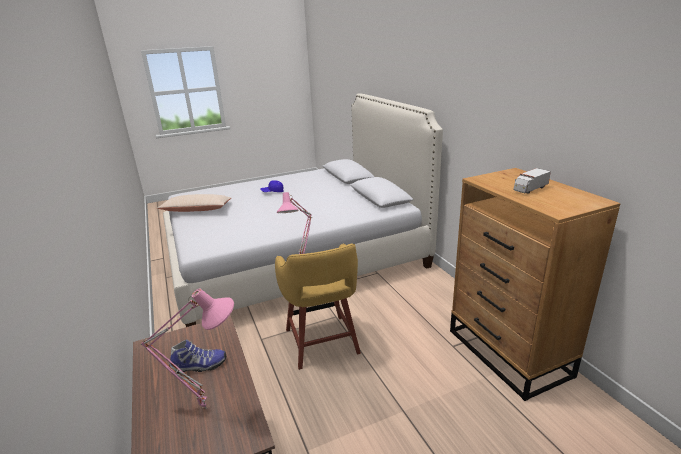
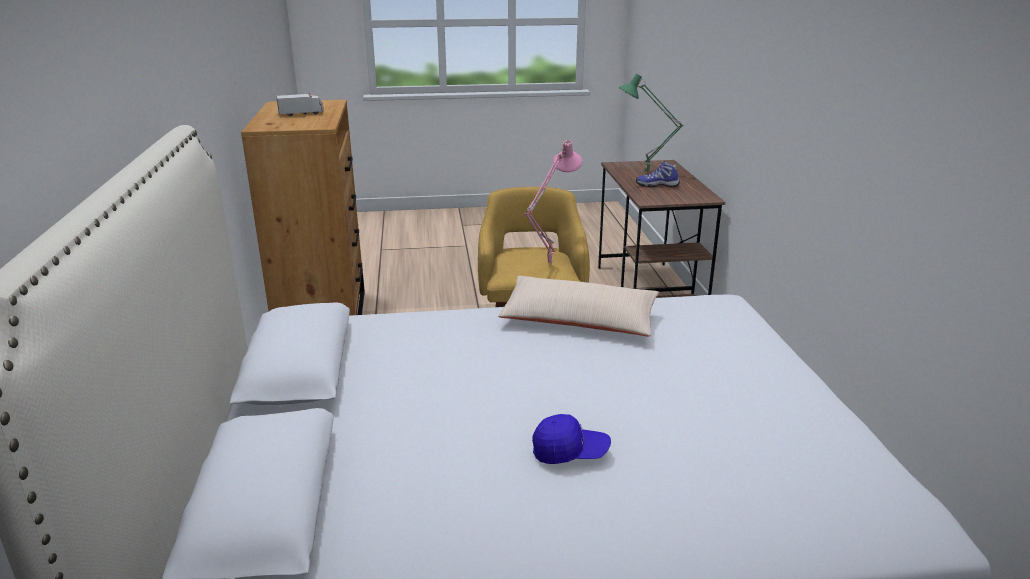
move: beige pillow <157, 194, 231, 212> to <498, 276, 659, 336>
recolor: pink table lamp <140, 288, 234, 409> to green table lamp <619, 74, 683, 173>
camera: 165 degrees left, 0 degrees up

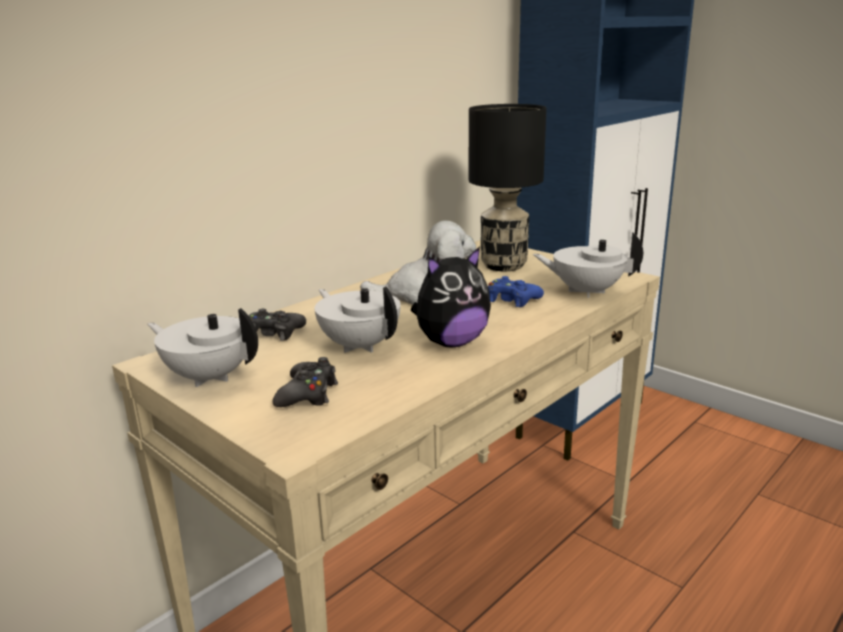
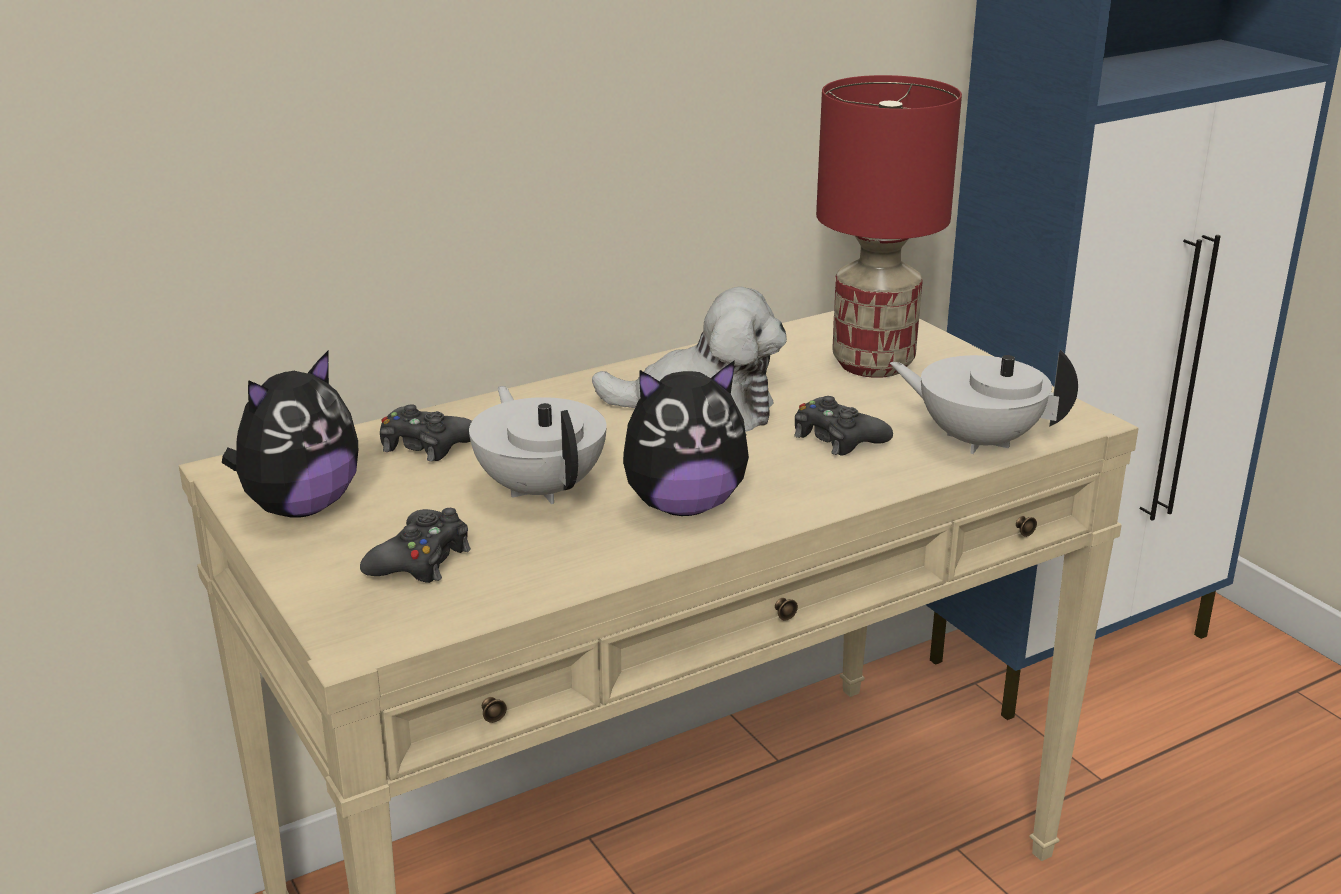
replace: white teapot <147, 308, 258, 387> to plush toy <222, 350, 358, 518>
recolor: black table lamp <469, 104, 547, 271> to red table lamp <816, 75, 962, 378>; blue game controller <488, 276, 544, 307> to black game controller <794, 396, 893, 456>
camera: 15 degrees right, 5 degrees up

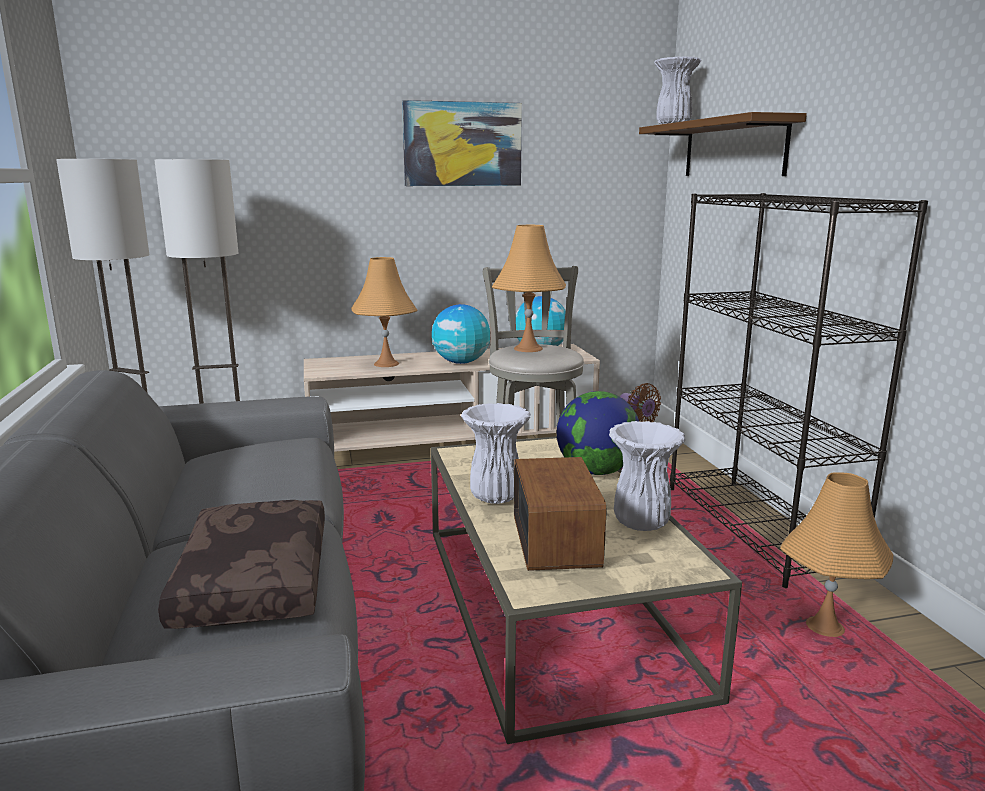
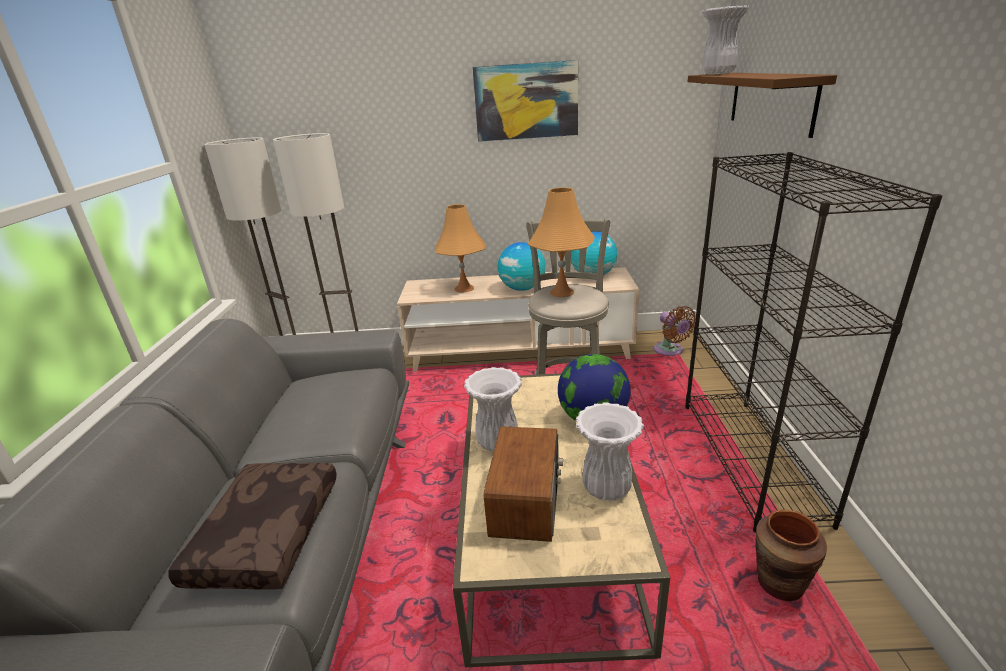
replace: orange table lamp <780, 472, 893, 637> to brown vase <755, 509, 827, 601>
camera: 15 degrees right, 10 degrees up

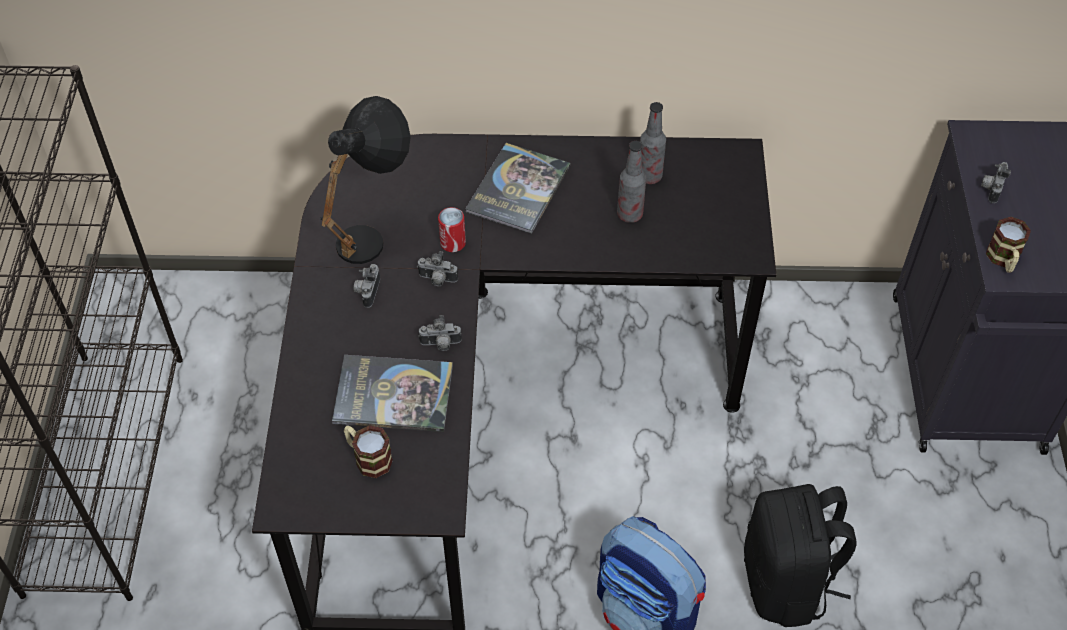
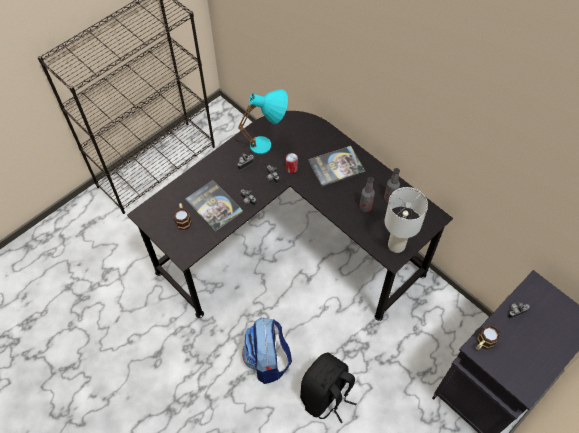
insert: white table lamp <385, 187, 428, 253>
recolor: black table lamp <320, 96, 411, 264> to turquoise table lamp <238, 89, 288, 154>
camera: 45 degrees right, 5 degrees up

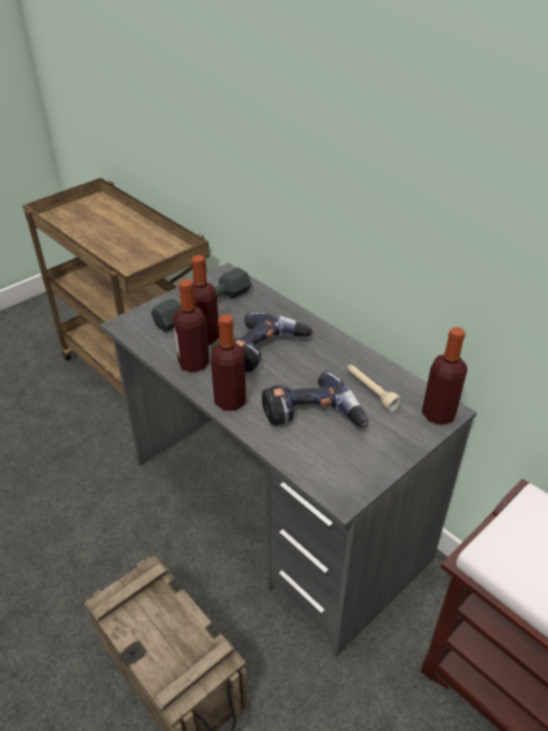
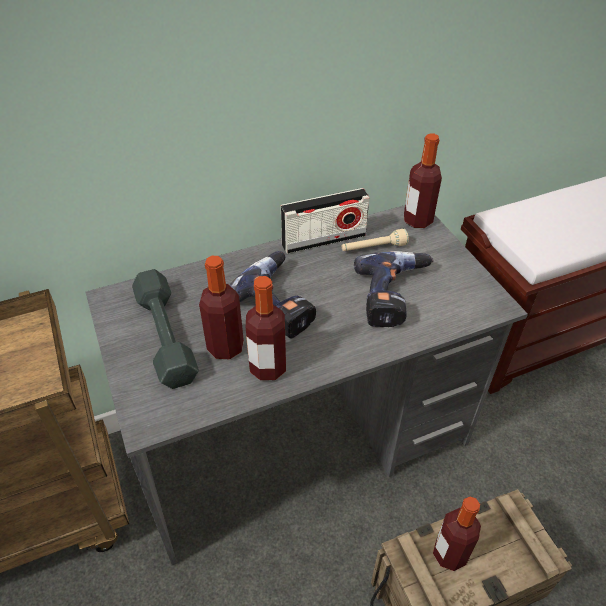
insert: radio <281, 188, 370, 254>
move: bottle <211, 315, 246, 411> to <433, 497, 481, 571>
camera: 70 degrees left, 5 degrees up

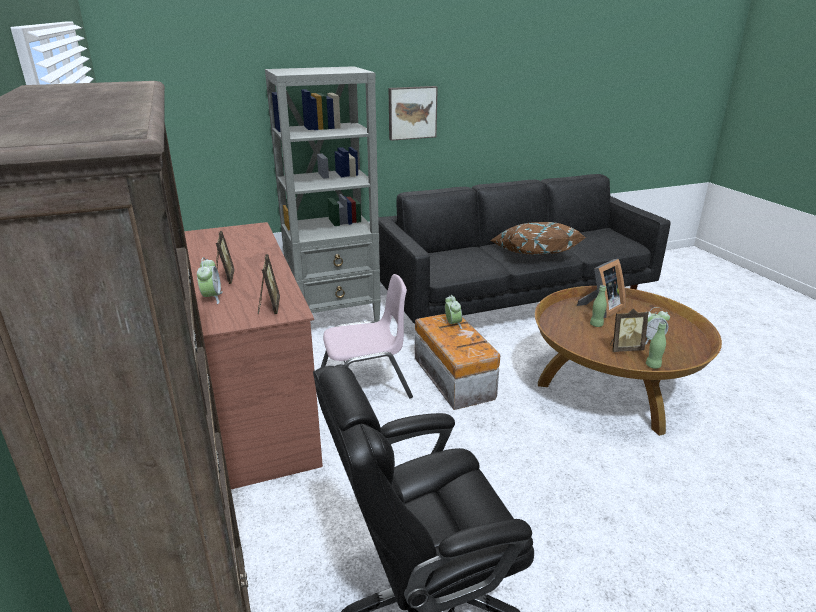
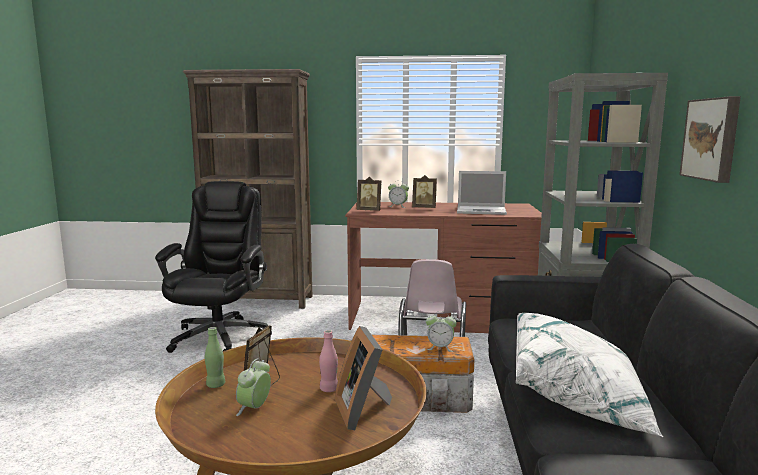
insert: laptop <457, 171, 507, 215>
recolor: brown pillow <490, 222, 586, 255> to white pillow <516, 313, 663, 437>; green bottle <590, 285, 607, 327> to pink bottle <319, 330, 338, 392>
camera: 115 degrees right, 15 degrees down

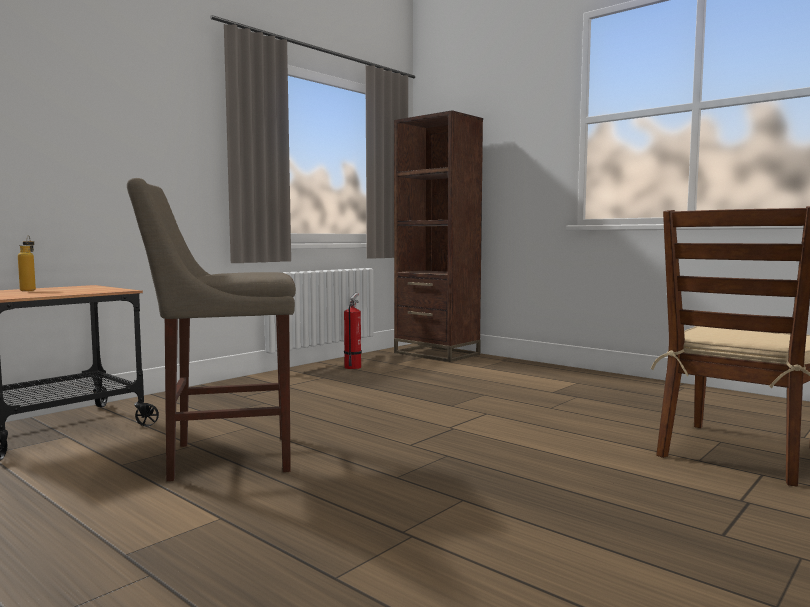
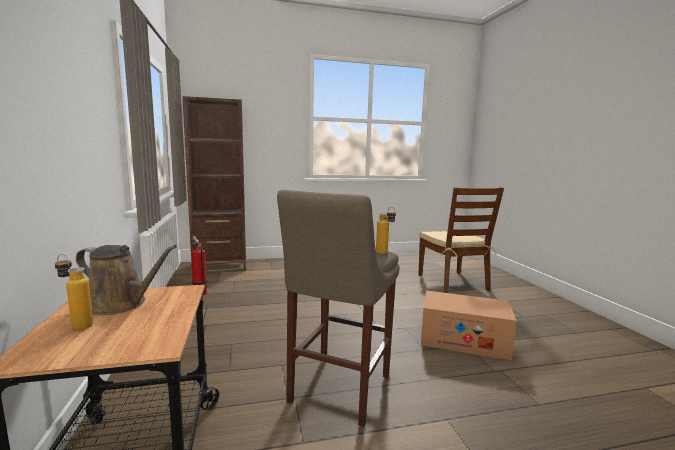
insert: brown watering can <76, 245, 177, 315>; bottle <376, 207, 396, 254>; cardboard box <421, 291, 517, 360>
camera: 55 degrees left, 5 degrees up

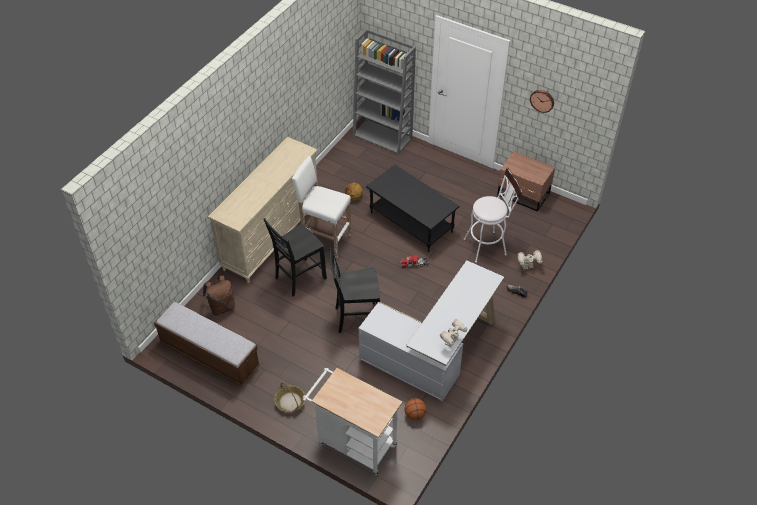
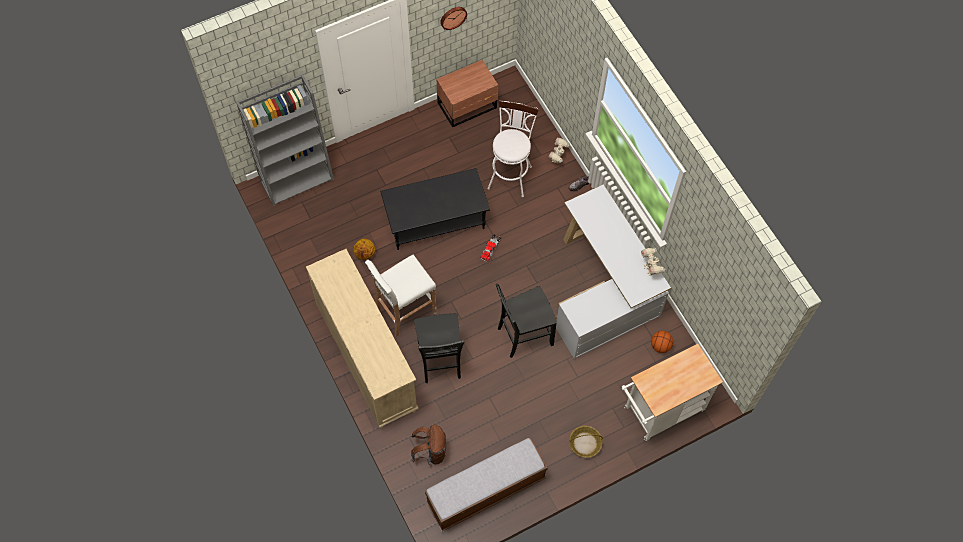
rotate: black chair <329, 247, 380, 333> = <496, 284, 557, 358> 45 degrees clockwise
camera: 60 degrees left, 15 degrees up

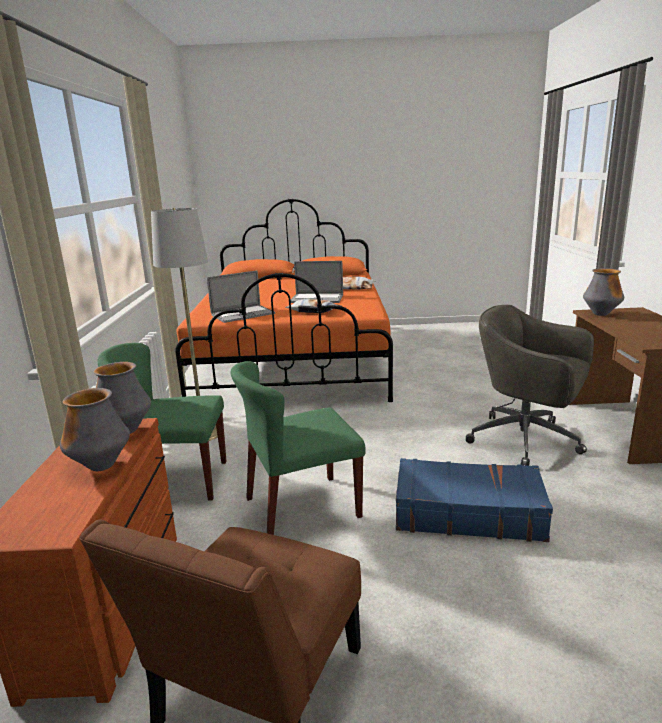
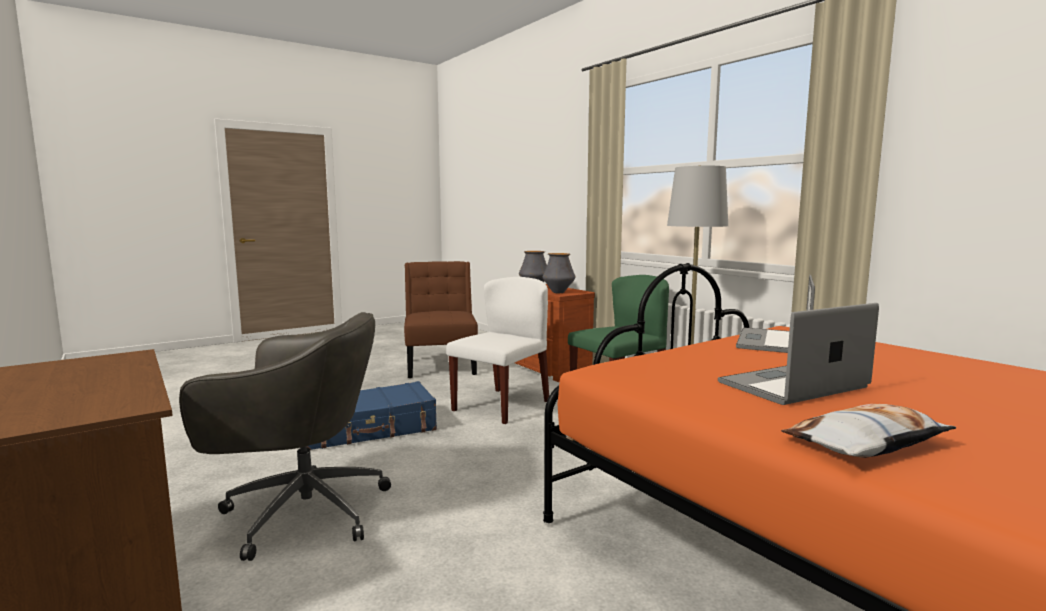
delete: pillow <285, 299, 341, 313>; vase <583, 268, 624, 316>
recolor: green chair <231, 361, 366, 535> to white chair <446, 277, 549, 424>
camera: 145 degrees right, 10 degrees down

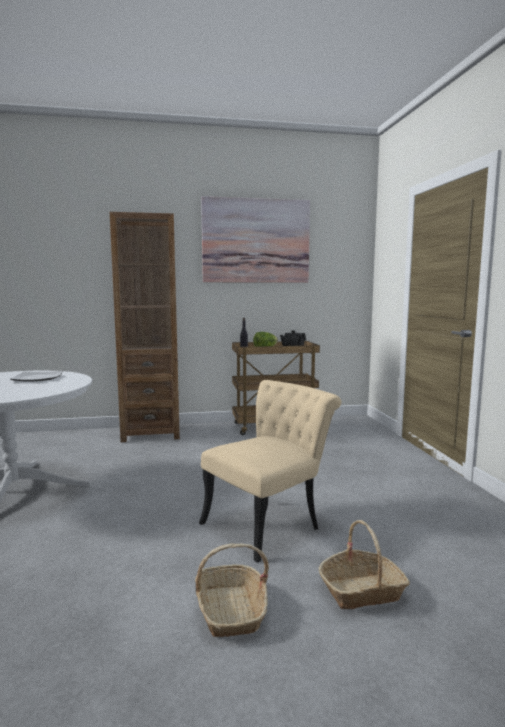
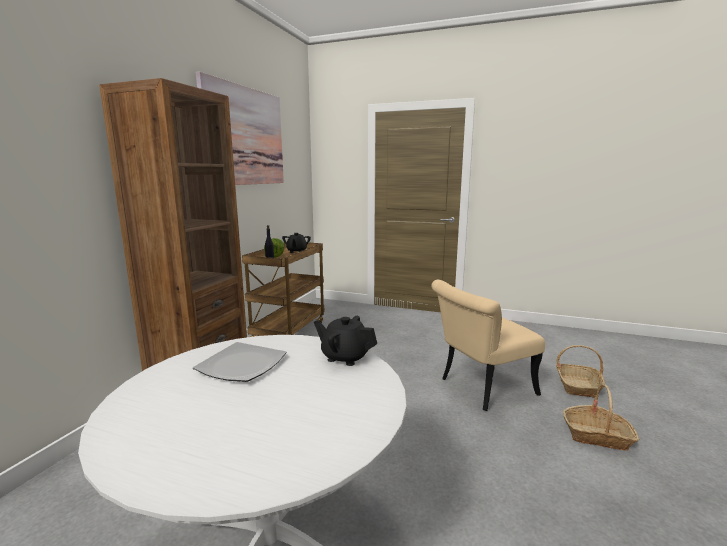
insert: black teapot <314, 316, 377, 366>
rotate: beige chair <199, 380, 342, 563> = <431, 280, 545, 411> 105 degrees counterclockwise
camera: 60 degrees left, 5 degrees up

